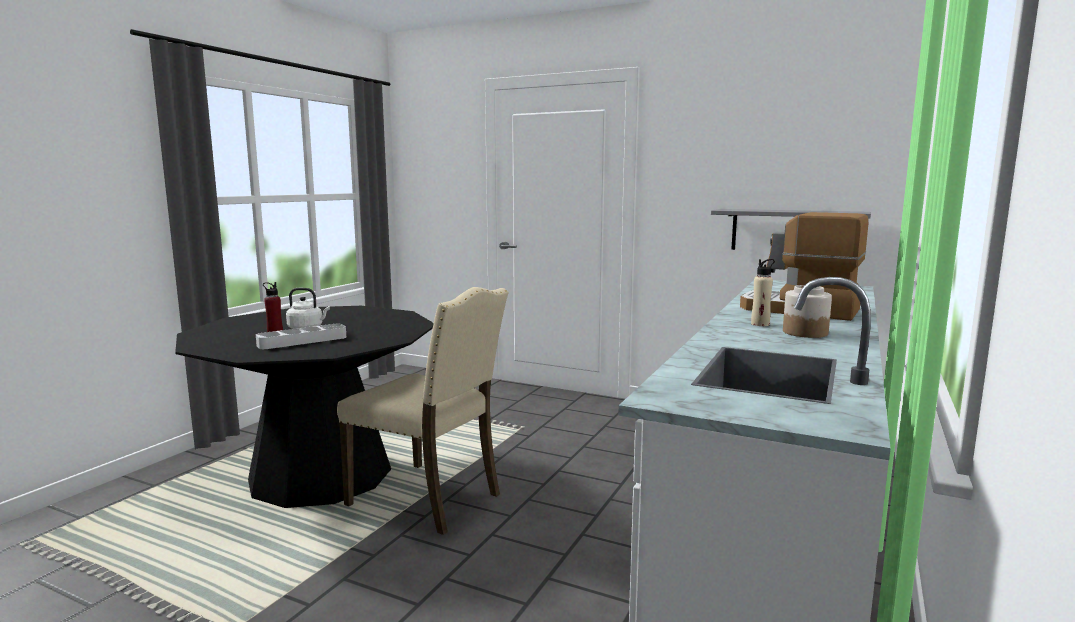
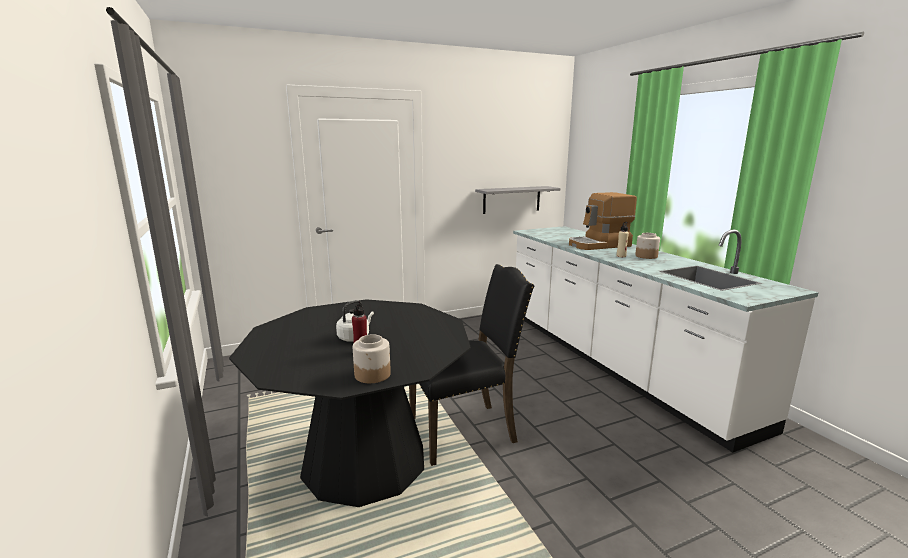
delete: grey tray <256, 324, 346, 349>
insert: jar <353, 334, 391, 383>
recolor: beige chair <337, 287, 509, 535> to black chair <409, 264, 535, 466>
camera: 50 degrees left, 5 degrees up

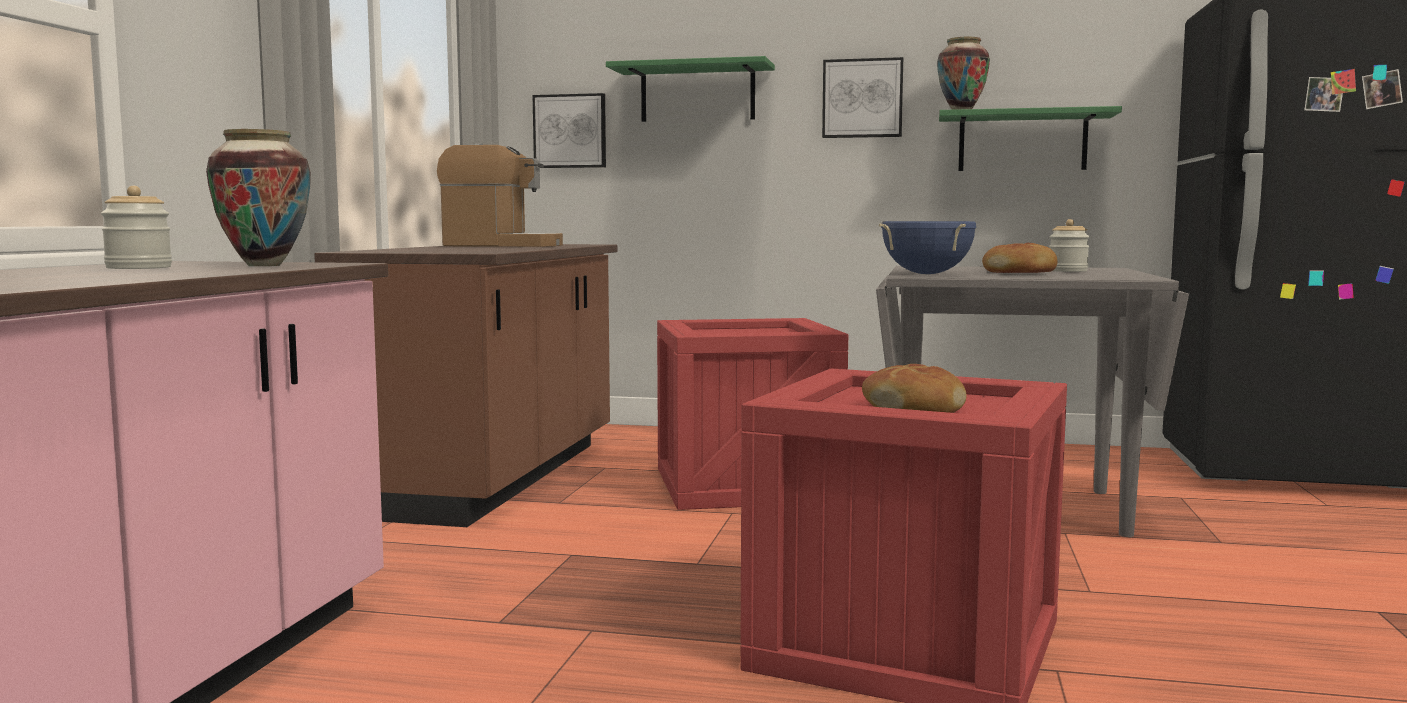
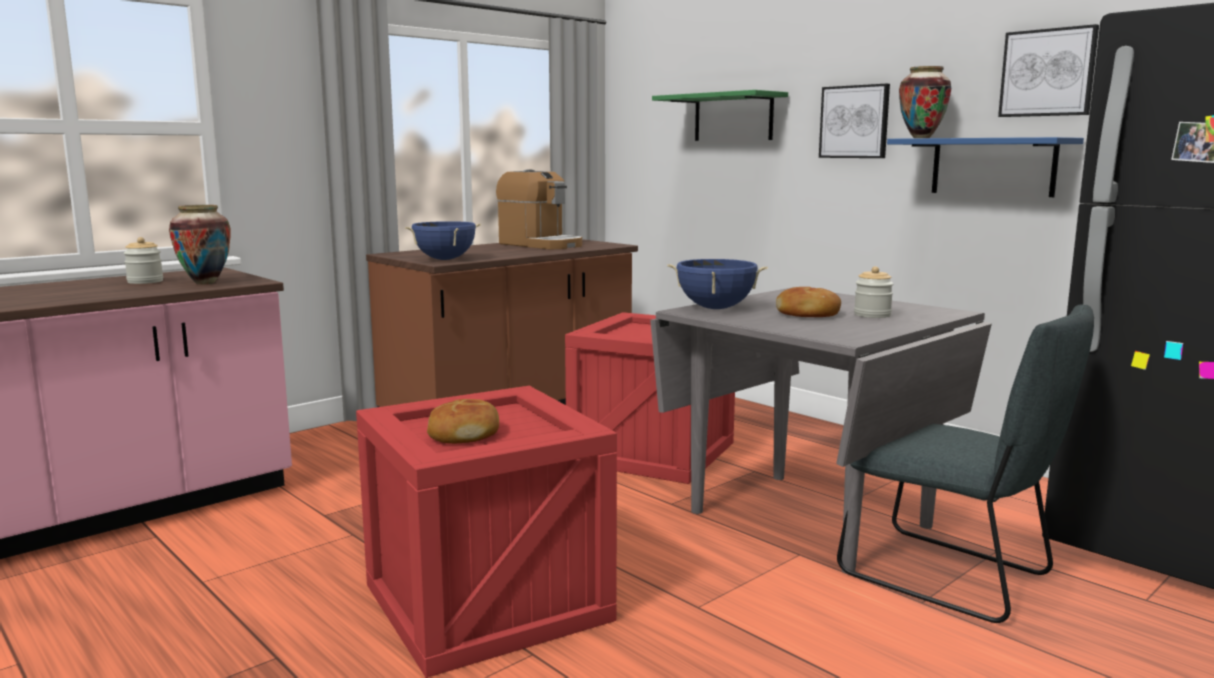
insert: blue cooking pot <405, 221, 481, 260>; grey chair <837, 304, 1094, 623>
move: picture <533, 93, 606, 168> to <998, 24, 1099, 117>
recolor: green shelf <939, 106, 1122, 171> to blue shelf <887, 137, 1084, 197>
camera: 35 degrees right, 5 degrees up

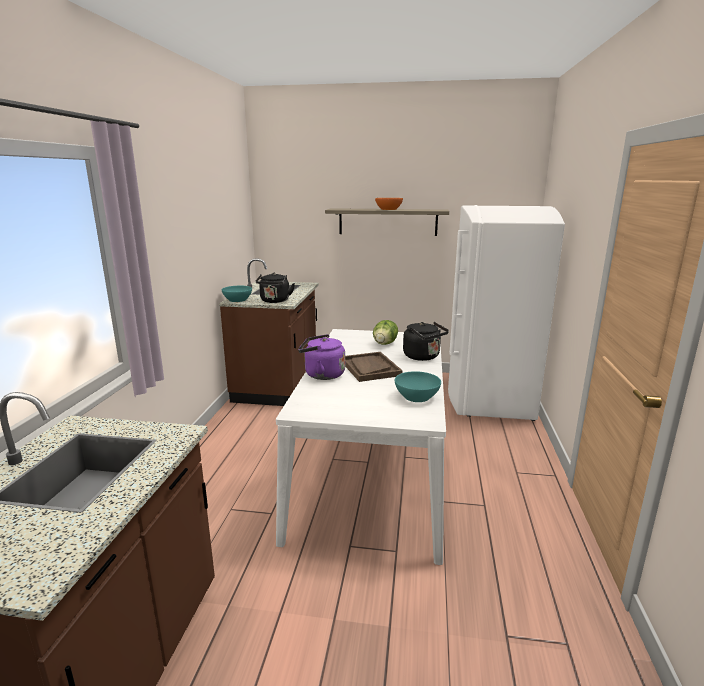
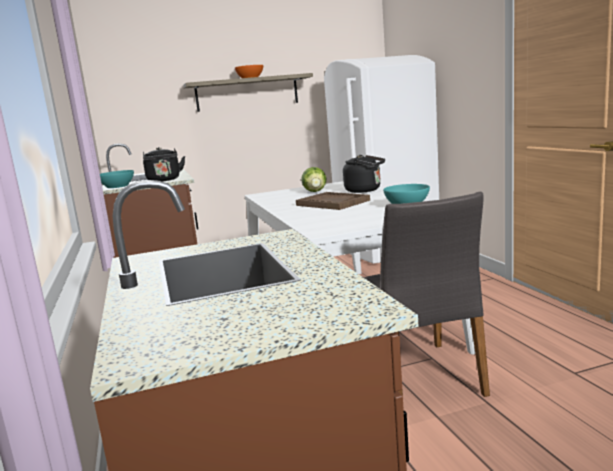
delete: purple kettle <298, 334, 345, 380>
insert: grey chair <363, 192, 490, 410>
camera: 25 degrees left, 5 degrees down

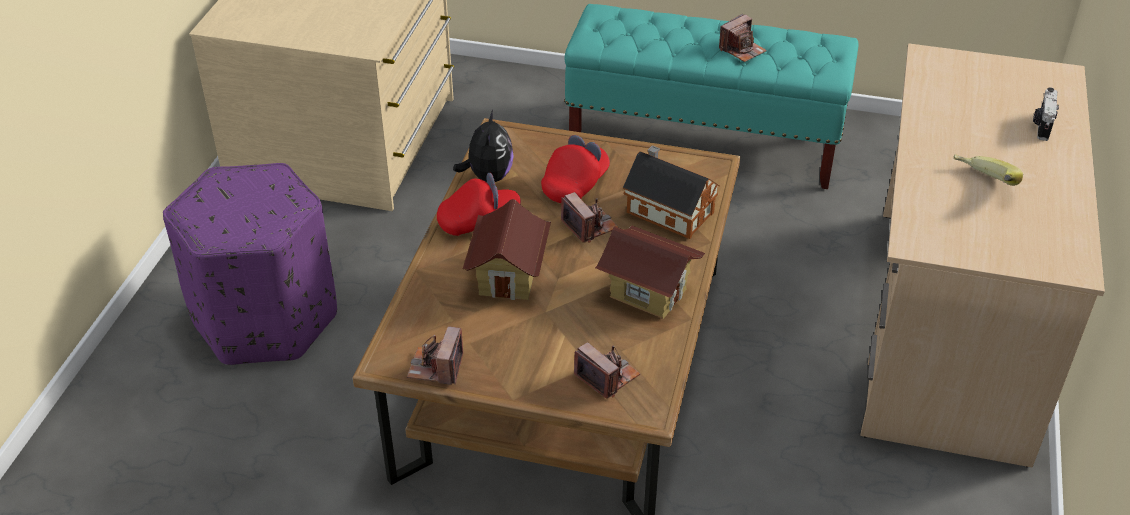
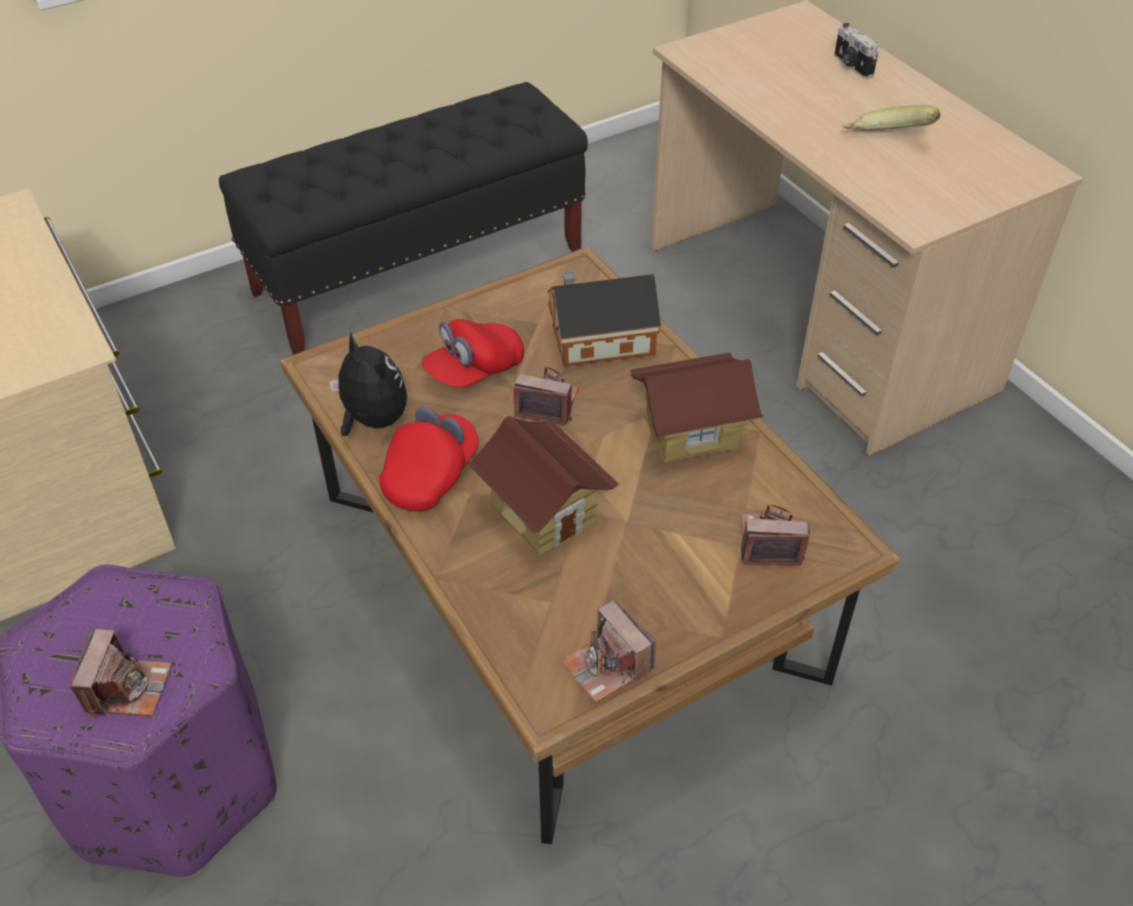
move: photo camera <719, 14, 767, 62> to <70, 629, 172, 718>
recolor: turquoise bench <564, 4, 858, 189> to black bench <219, 82, 588, 355>
rotate: red cap <541, 135, 610, 203> = <422, 319, 524, 388> 120 degrees counterclockwise
camera: 45 degrees left, 5 degrees up

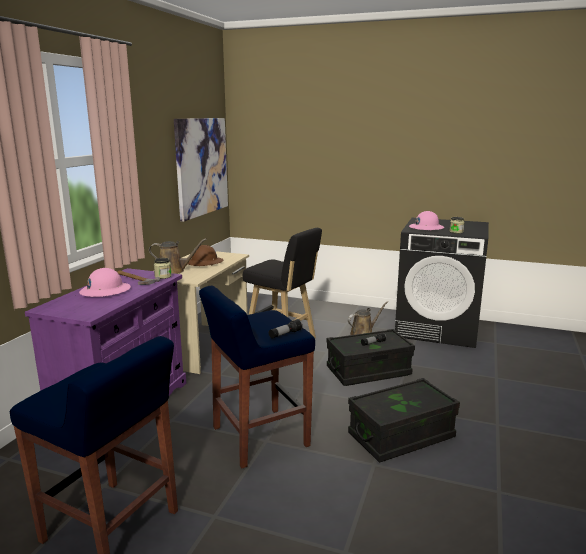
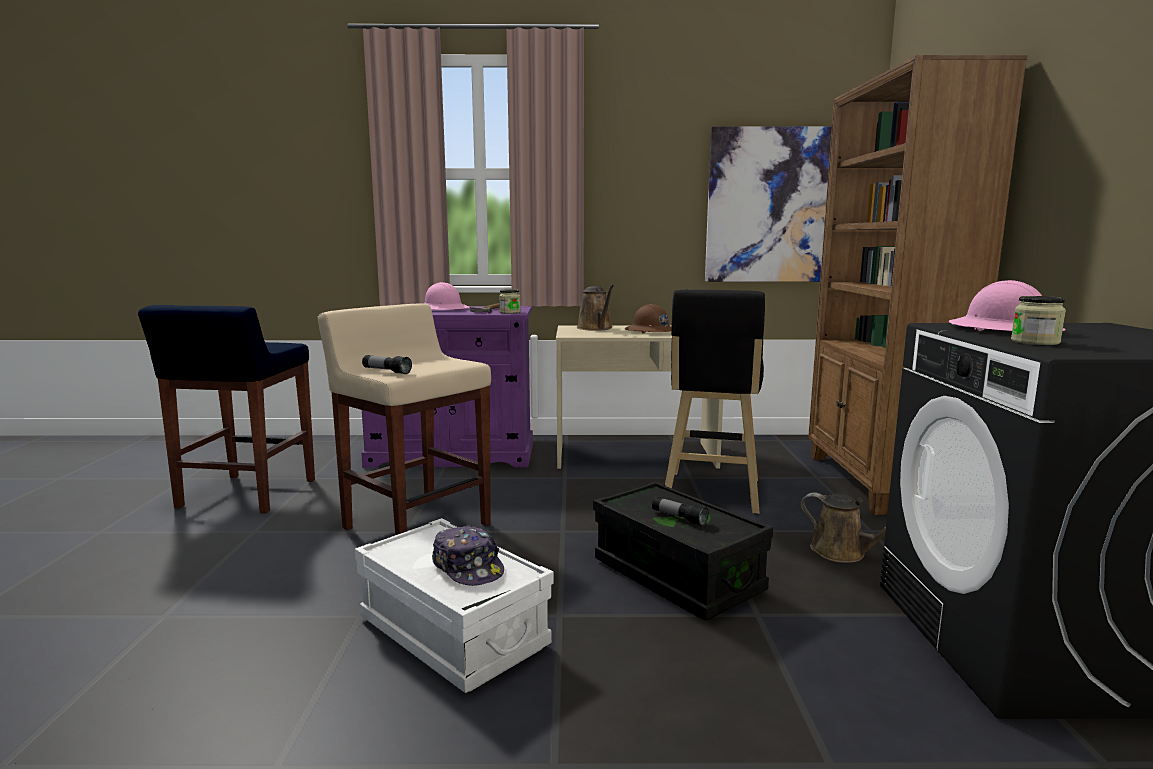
insert: cap <432, 525, 504, 586>; brown bookcase <808, 55, 1028, 515>
recolor: blue stool <199, 286, 315, 469> to beige stool <317, 303, 491, 535>; black storage box <348, 378, 460, 463> to white storage box <355, 518, 554, 693>
camera: 70 degrees right, 5 degrees down

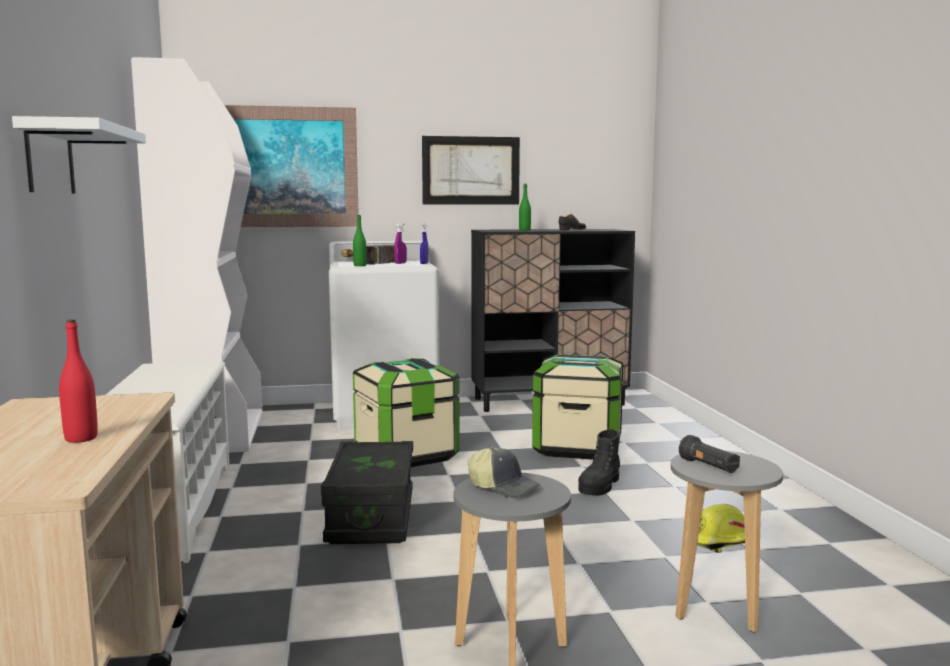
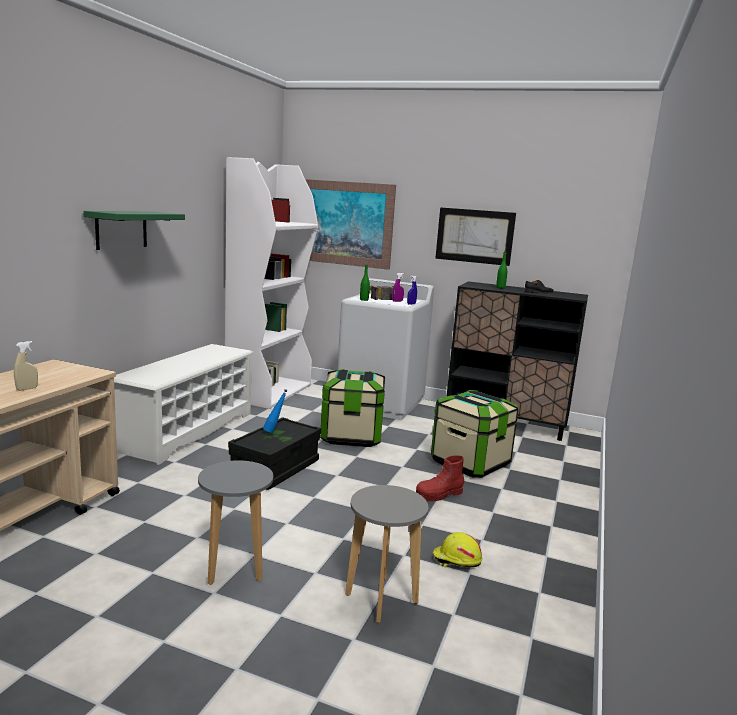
delete: cap <468, 447, 540, 498>; black flashlight <679, 435, 740, 473>
insert: blue bottle <263, 389, 288, 433>
replace: red bottle <59, 319, 98, 443> to beige spray bottle <14, 341, 38, 391>
recolor: white shelf <12, 116, 146, 194> to green shelf <83, 211, 185, 250>; black boot <578, 429, 620, 496> to red boot <416, 455, 464, 501>
camera: 30 degrees right, 5 degrees up

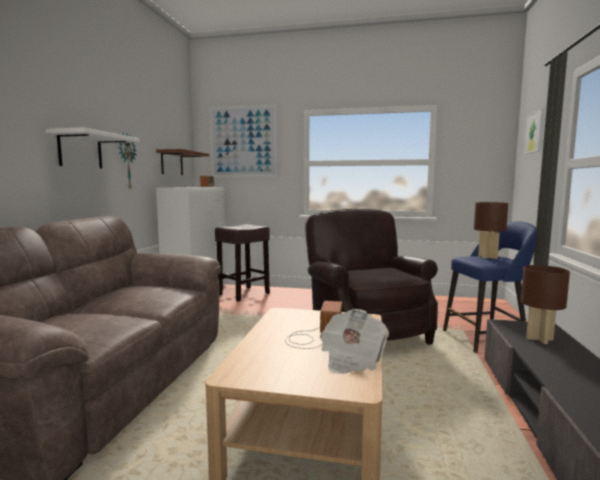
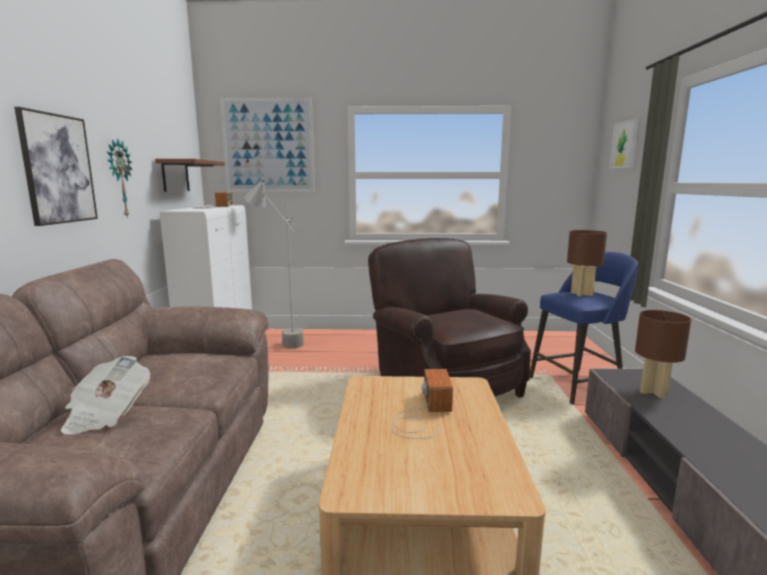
move: newspaper <320, 309, 389, 374> to <61, 356, 150, 434>
replace: white shelf <46, 127, 140, 168> to picture <14, 107, 98, 226>; brown stool <215, 224, 270, 302> to grey floor lamp <244, 179, 304, 349>
camera: 10 degrees left, 5 degrees up

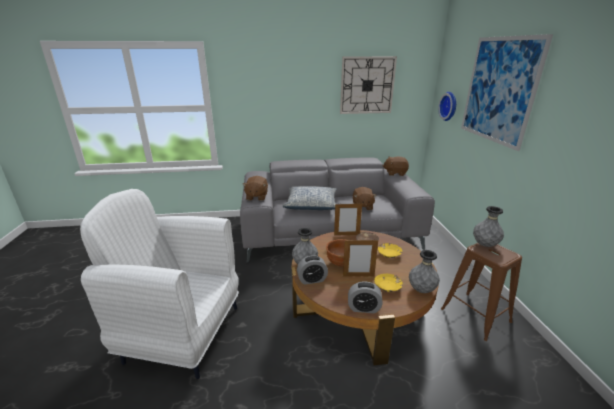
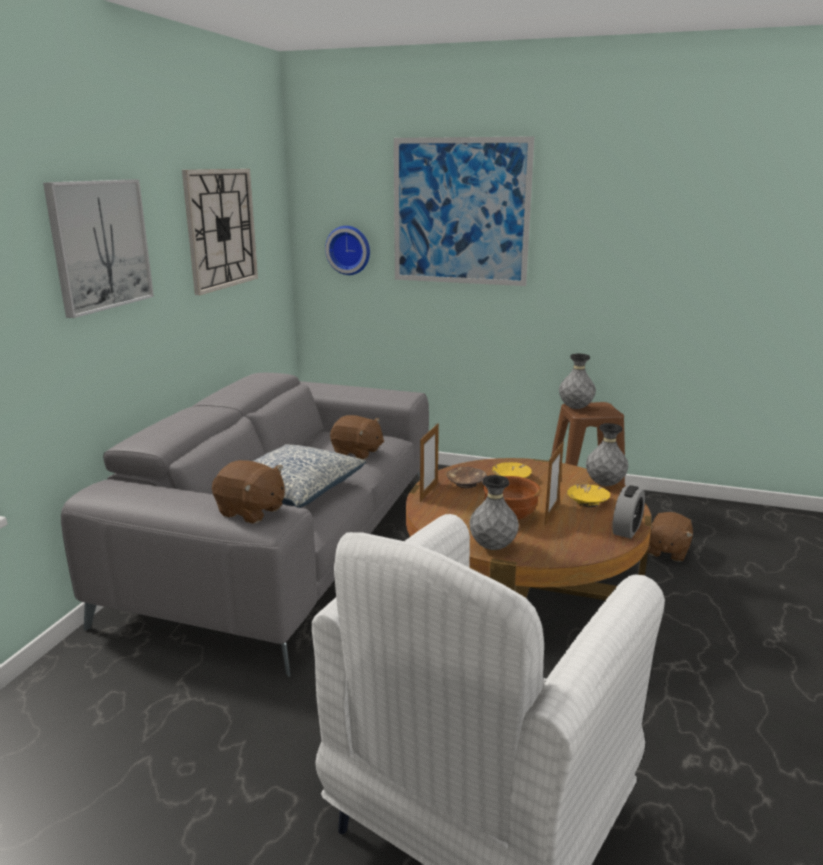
delete: alarm clock <297, 256, 328, 285>
insert: picture <43, 180, 154, 318>
move: brown plush toy <383, 157, 409, 176> to <648, 512, 693, 562>
camera: 65 degrees left, 5 degrees down

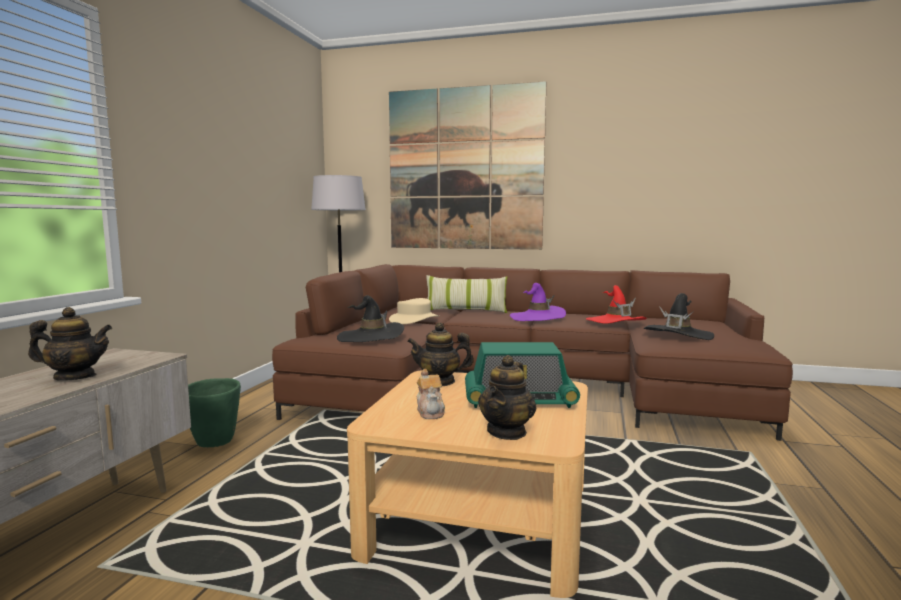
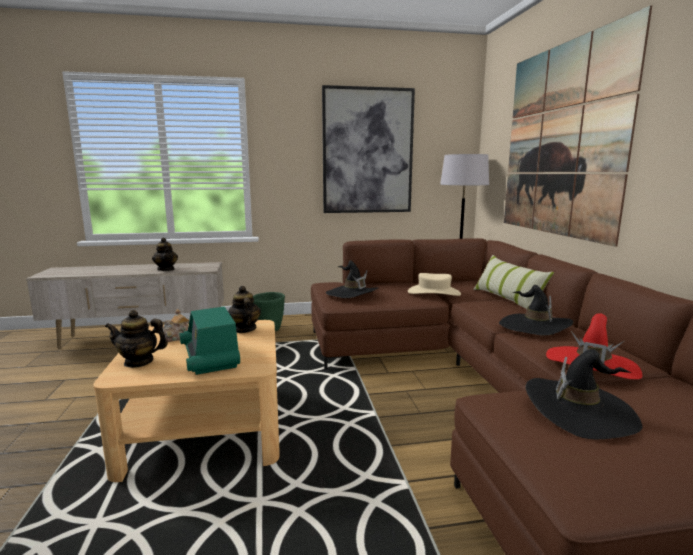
insert: picture <322, 85, 415, 213>
recolor: purple hat <510, 283, 566, 321> to black hat <499, 285, 573, 336>
camera: 65 degrees right, 5 degrees up

